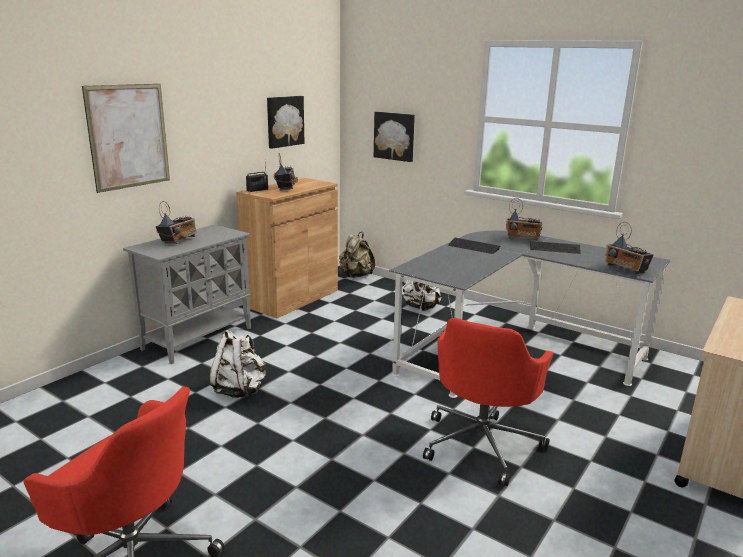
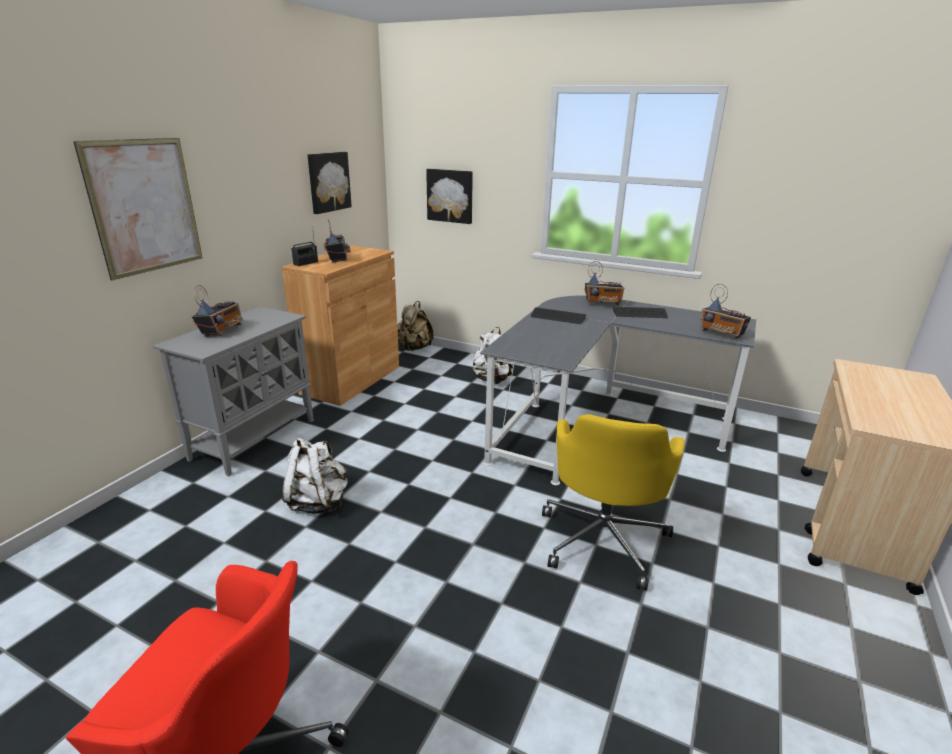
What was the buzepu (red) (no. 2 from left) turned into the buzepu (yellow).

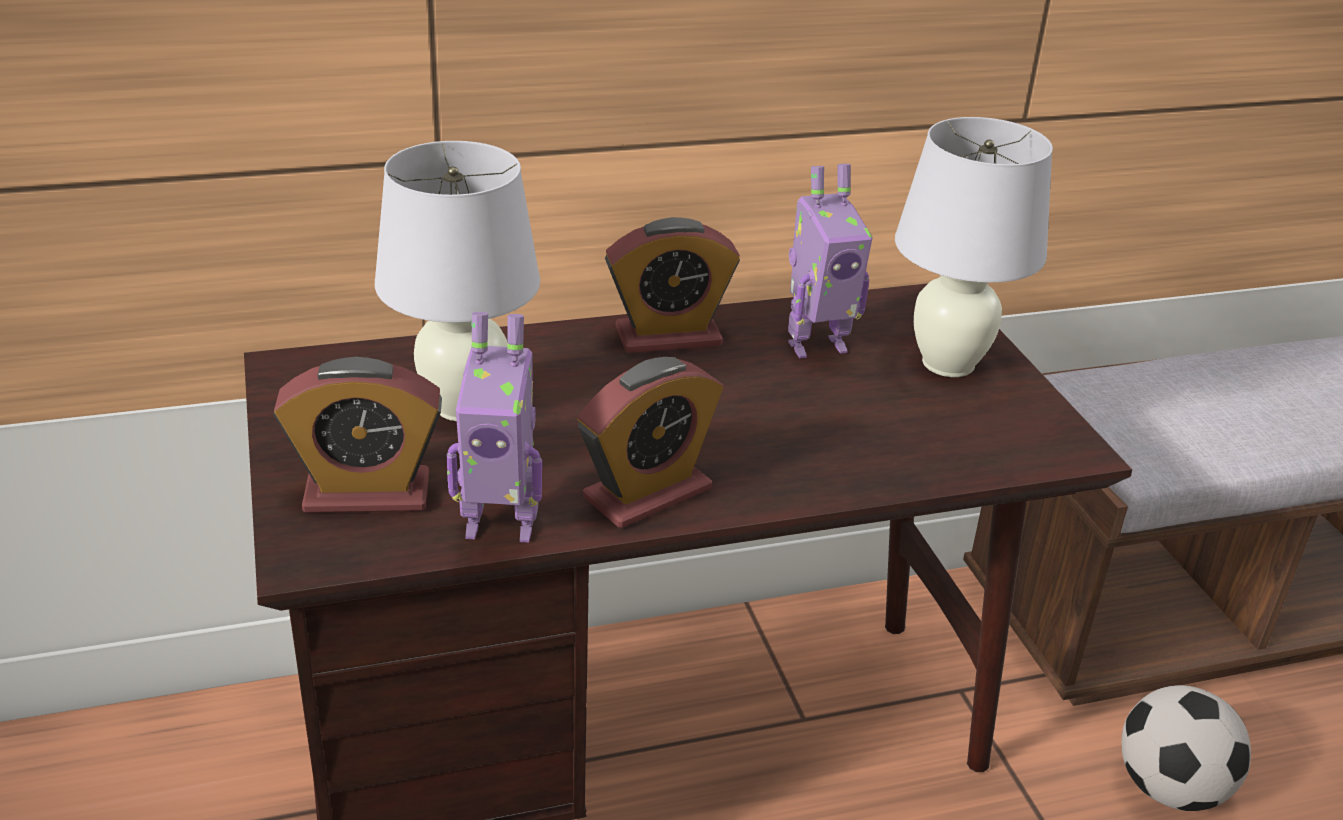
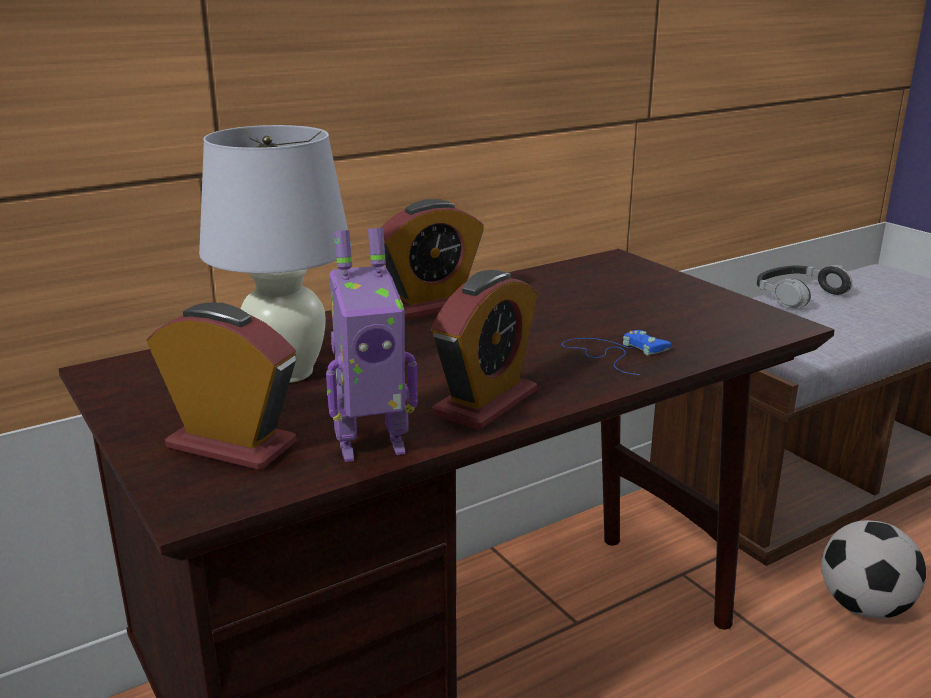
The second view lost the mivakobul (no. 2 from left). The second view lost the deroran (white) (no. 2 from left). The second view gained the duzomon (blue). The second view gained the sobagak. The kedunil (no. 1 from left) ended up facing another way, 135 degrees counterclockwise from before.

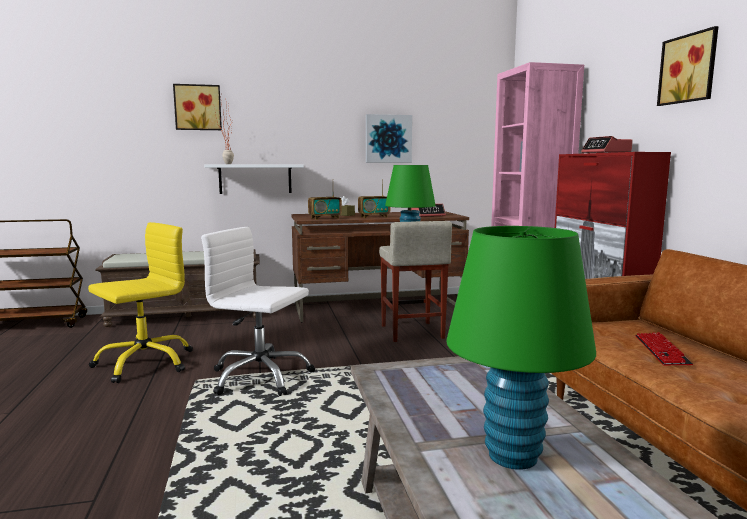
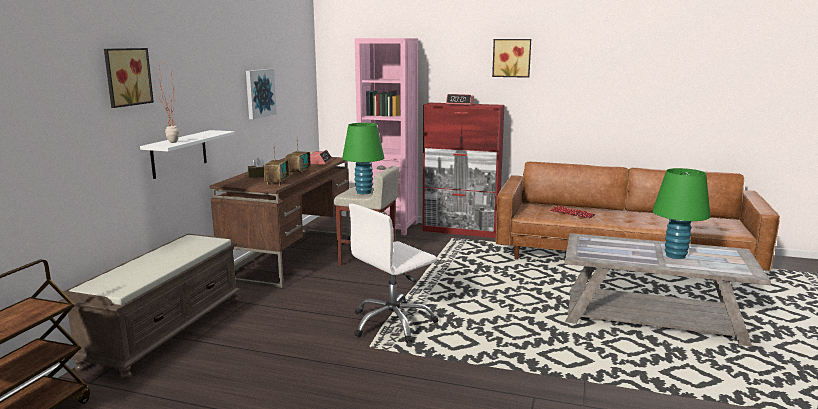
The second view lost the buzepu (yellow).

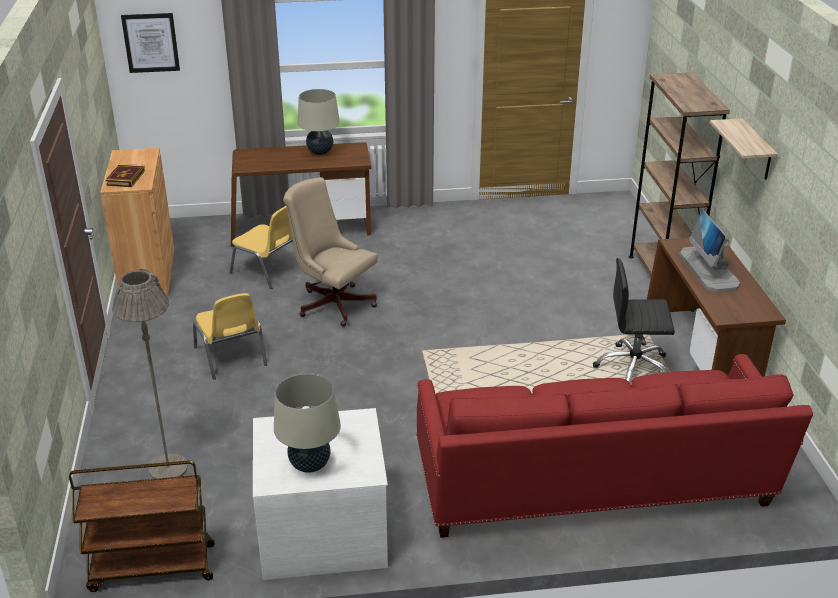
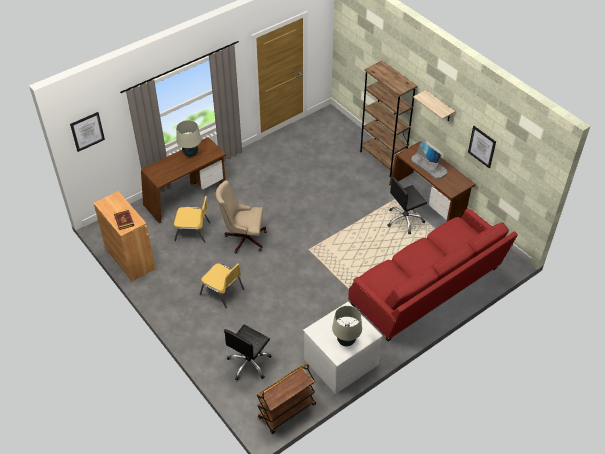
The second view gained the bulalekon (no. 2 from left). Where the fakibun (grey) stood, the buzepu (black) (no. 1 from left) came to stand.

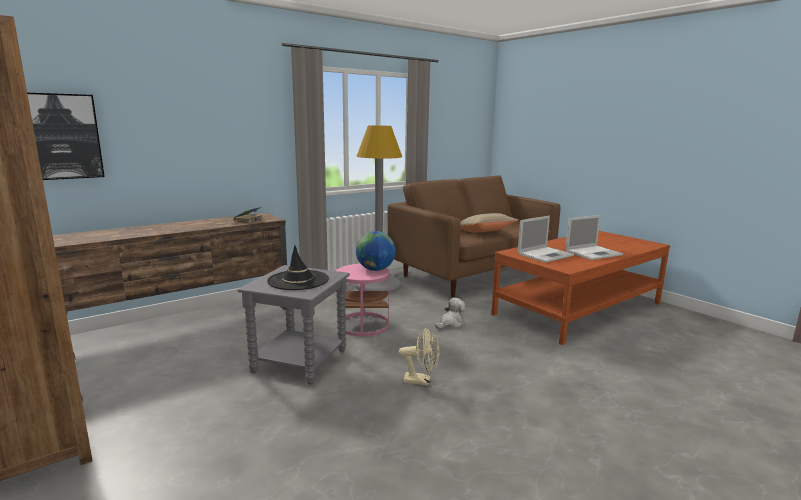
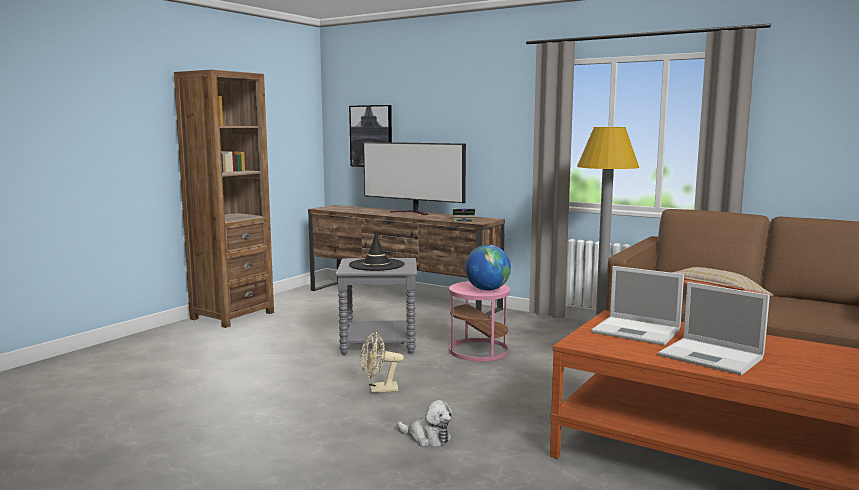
The second view gained the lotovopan. The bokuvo ended up elsewhere. The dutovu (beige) ended up facing another way, 90 degrees clockwise from before.

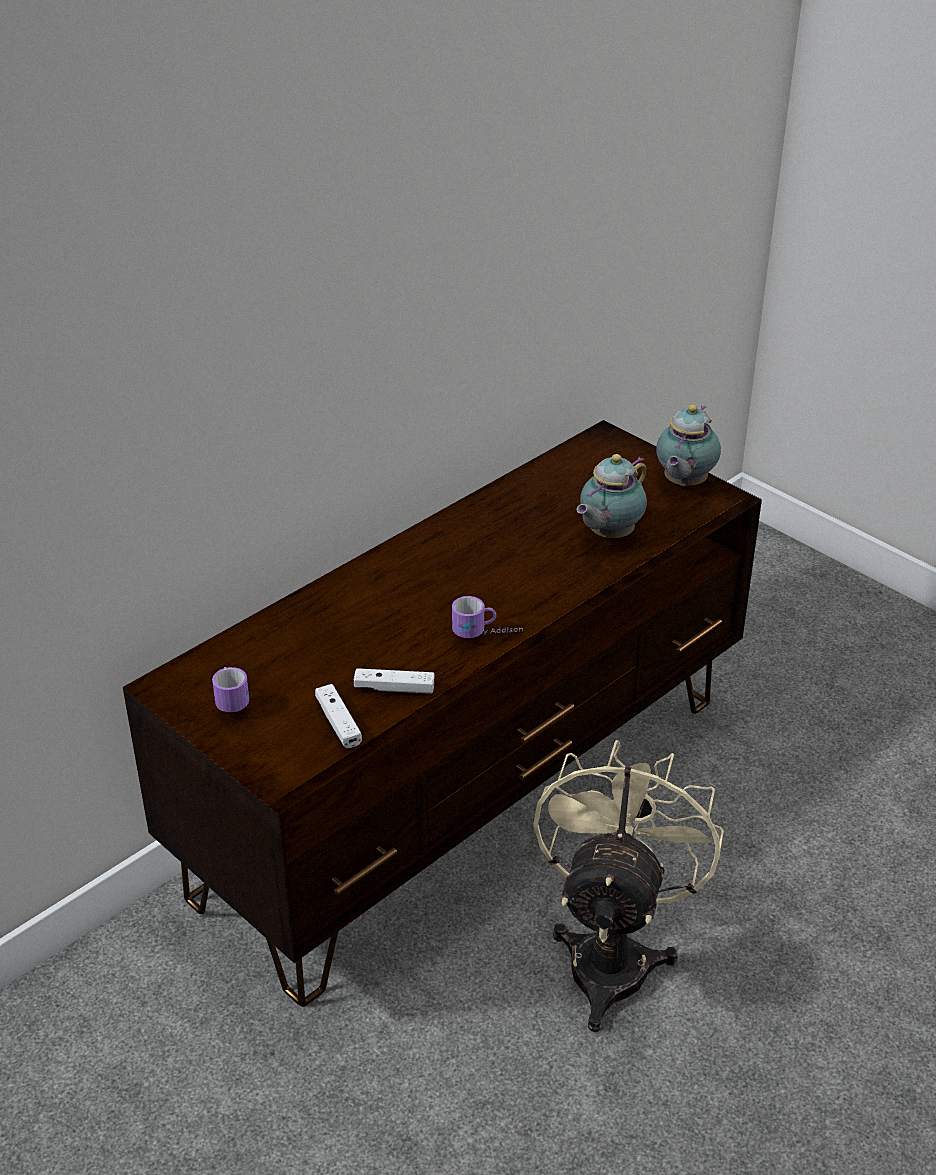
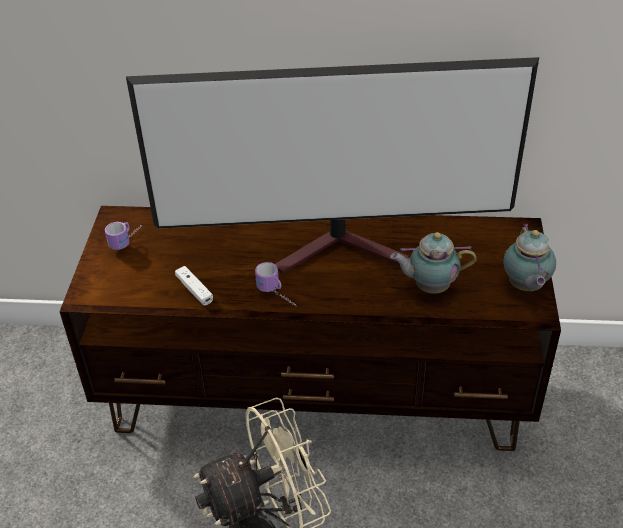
The second view lost the duzomon (white) (no. 1 from left). The second view gained the lotovopan. The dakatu (no. 2 from left) ended up facing another way, 75 degrees counterclockwise from before.

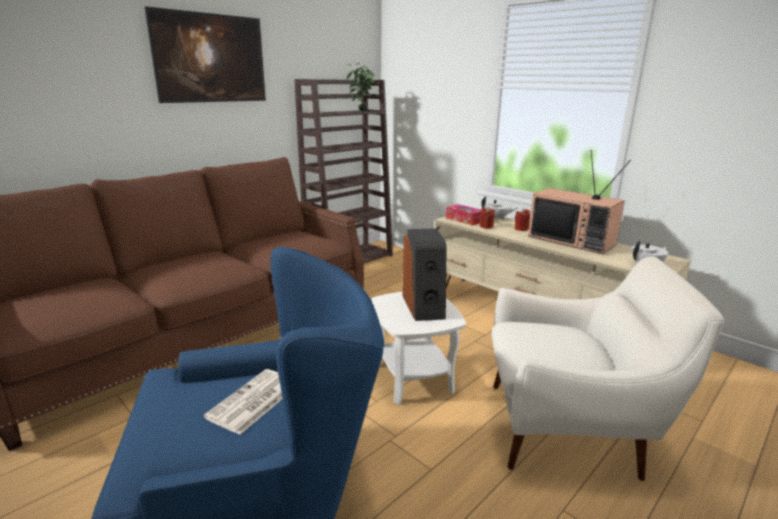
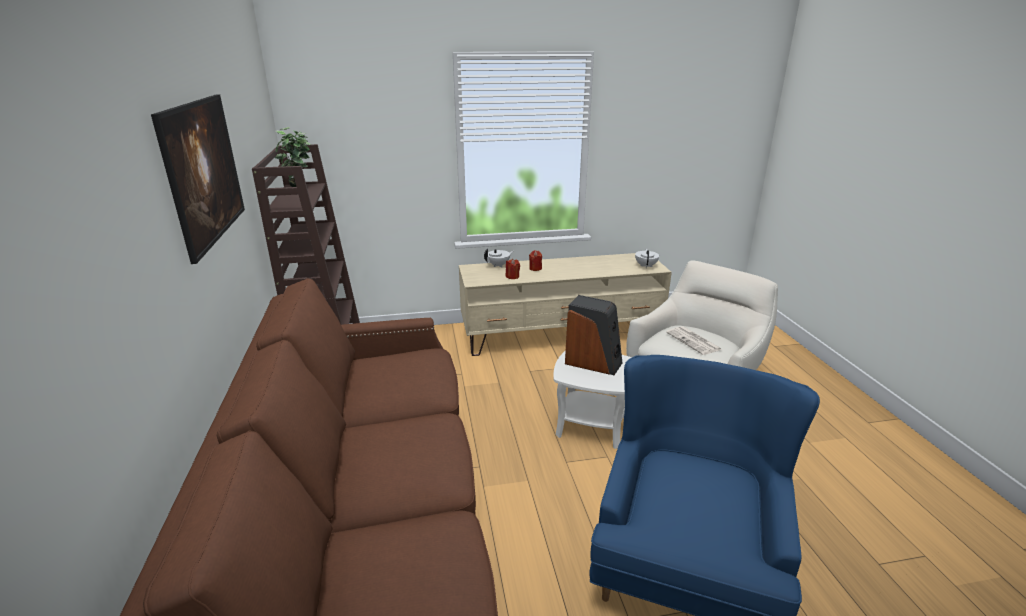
The second view lost the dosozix. The second view lost the lotovopan. The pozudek ended up elsewhere.

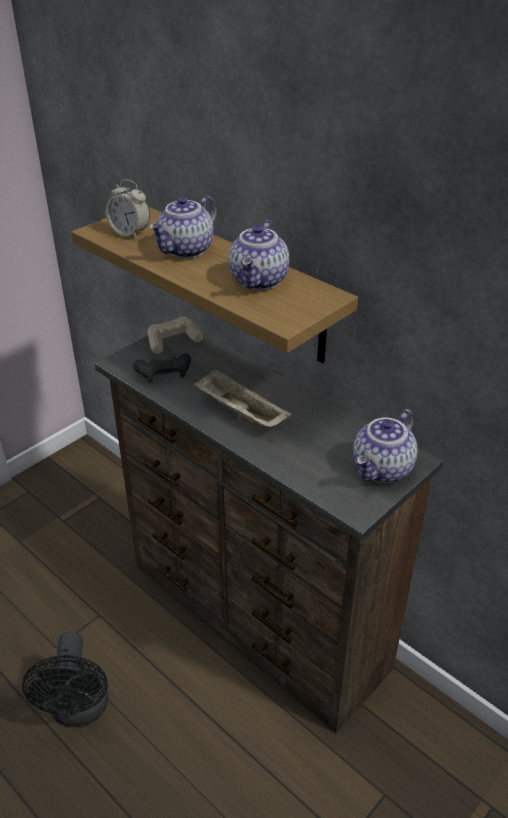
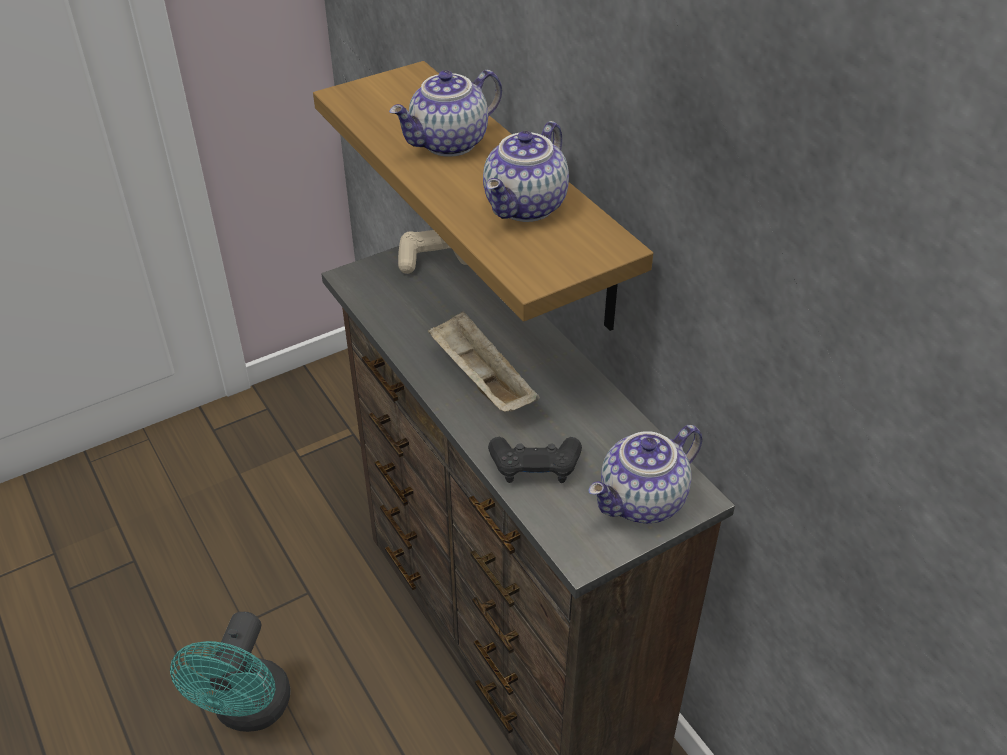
The second view lost the kedunil. The duzomon (black) ended up elsewhere. What was the dutovu (black) turned into the dutovu (turquoise).

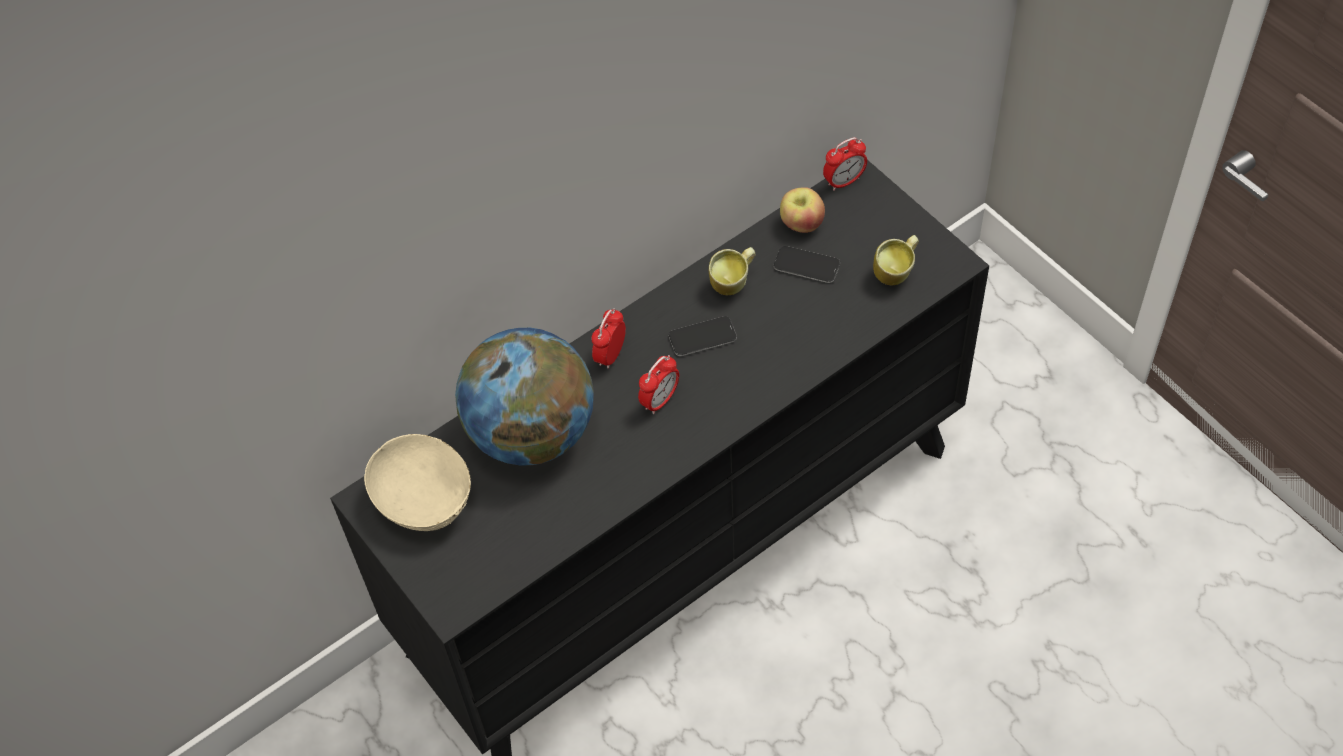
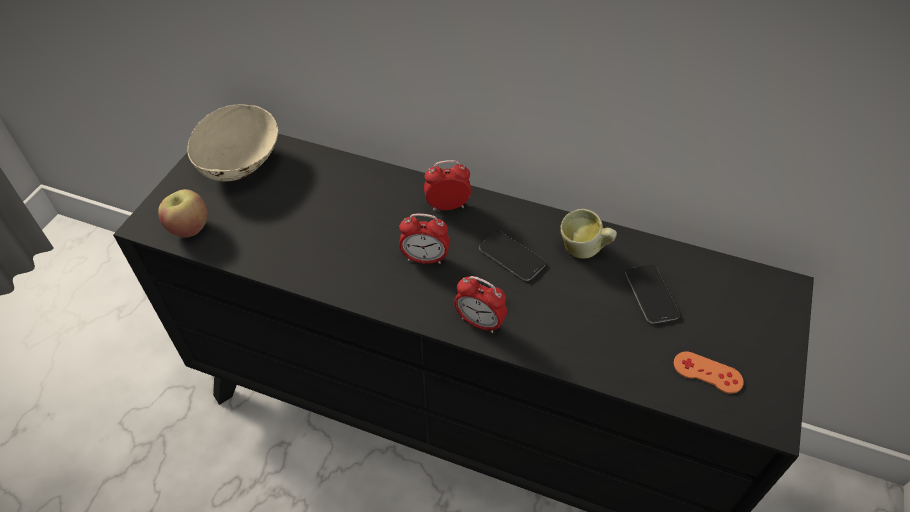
The second view lost the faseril. The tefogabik ended up elsewhere. The kedunil (no. 3 from left) ended up elsewhere. Where the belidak (no. 2 from left) stood, the duzomon (orange) came to stand.

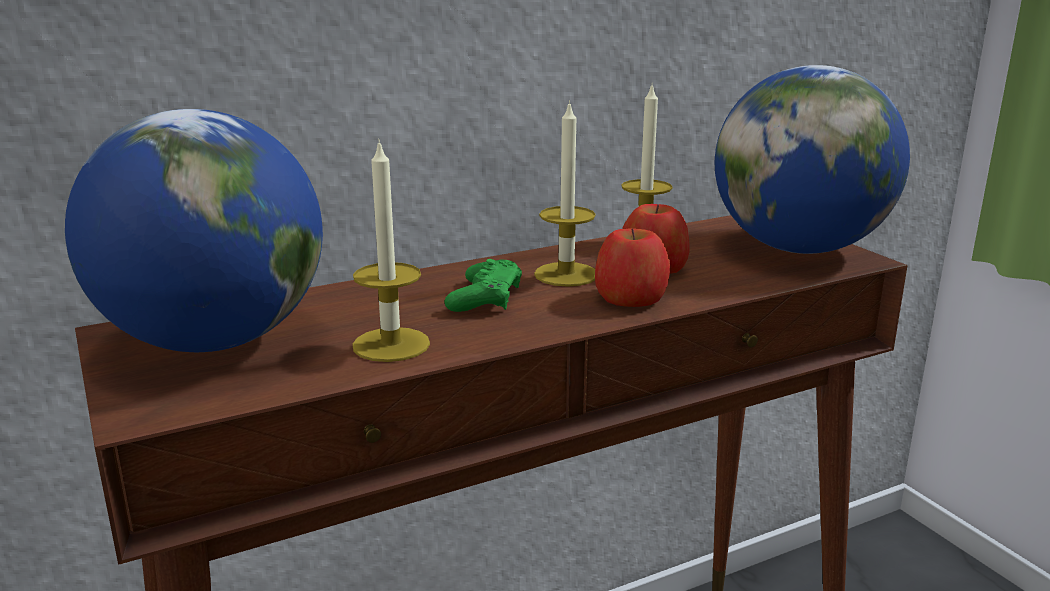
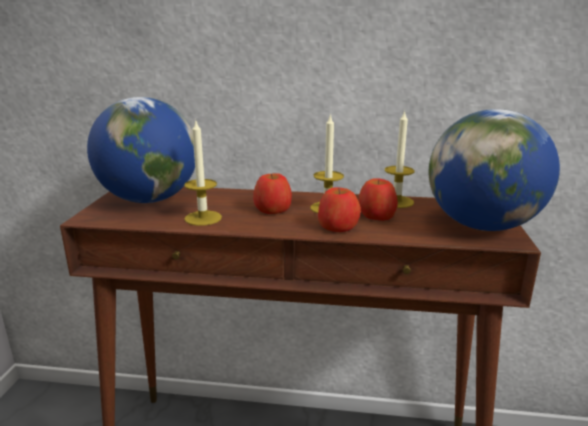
Where the duzomon (green) stood, the tefogabik (no. 1 from left) came to stand.

